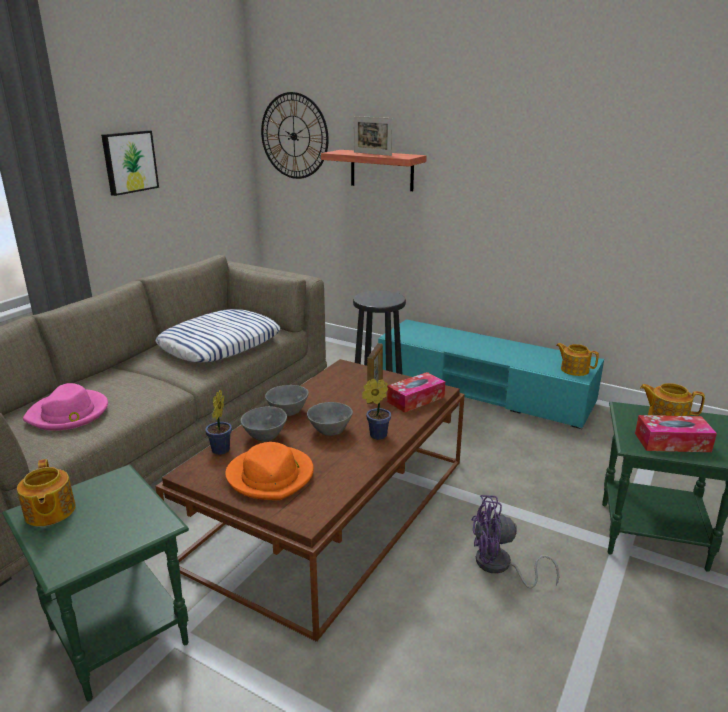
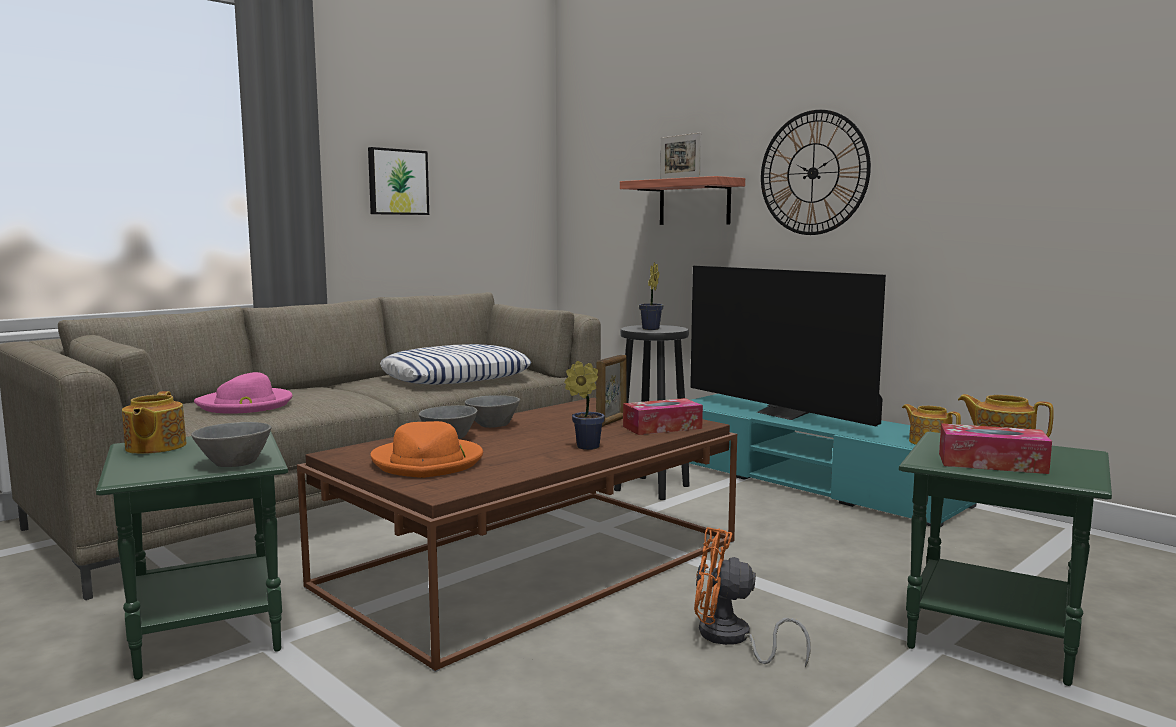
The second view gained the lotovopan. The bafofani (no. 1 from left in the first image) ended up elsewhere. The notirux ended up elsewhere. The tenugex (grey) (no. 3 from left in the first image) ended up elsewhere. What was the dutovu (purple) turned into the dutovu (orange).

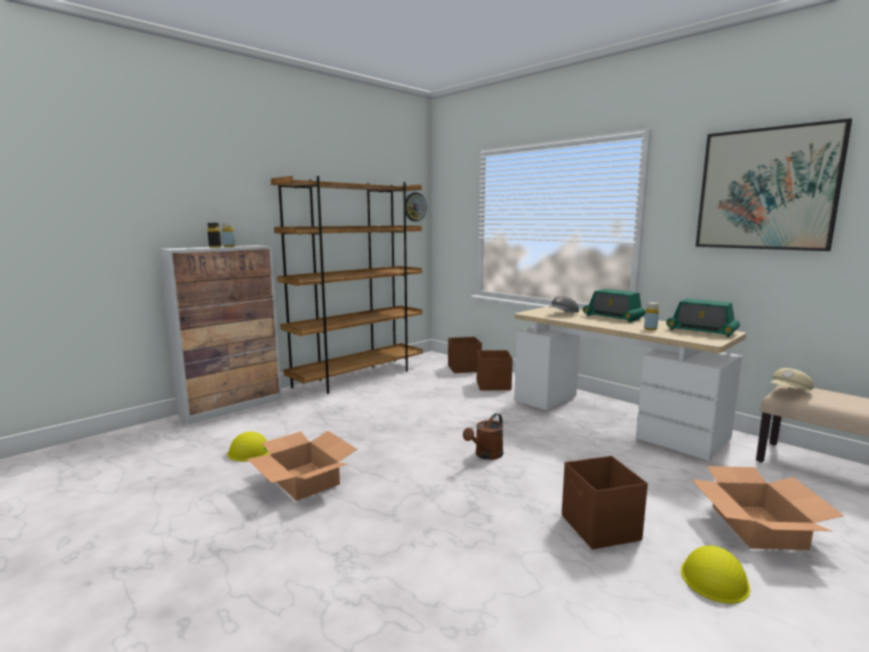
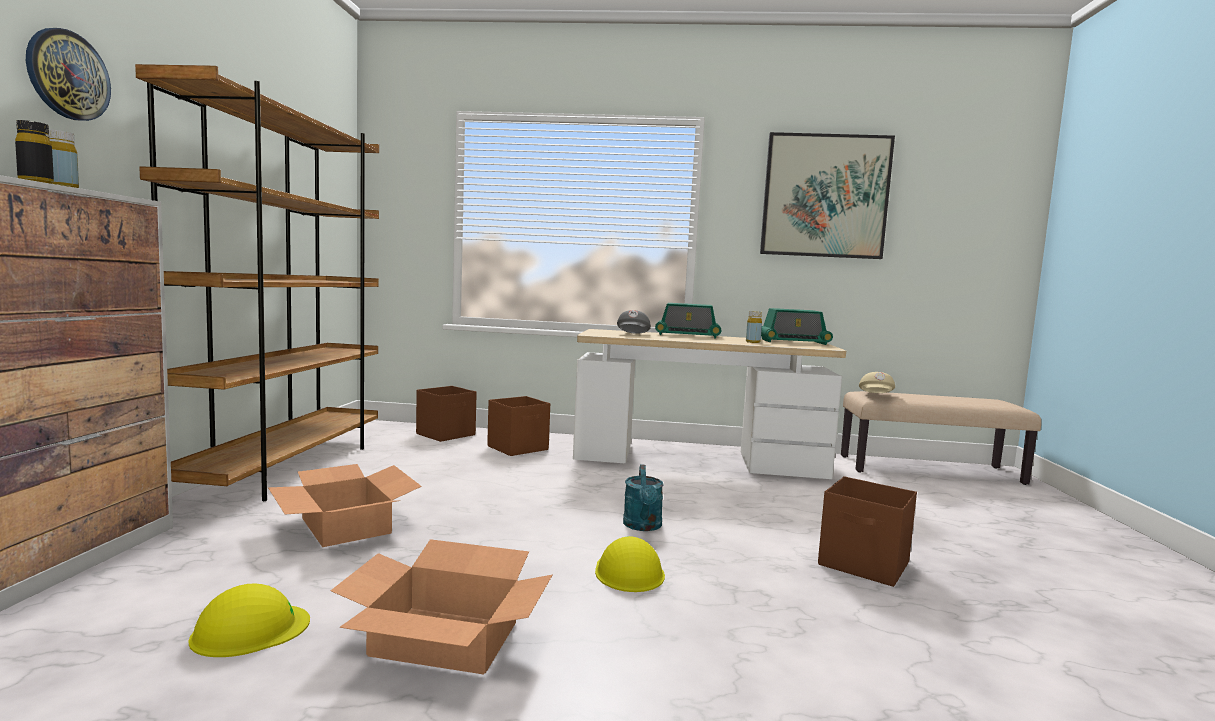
The notirux ended up elsewhere. The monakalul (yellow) (no. 2 from left) ended up elsewhere. The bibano (no. 2 from left in the first image) ended up elsewhere. What was the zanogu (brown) turned into the zanogu (turquoise).

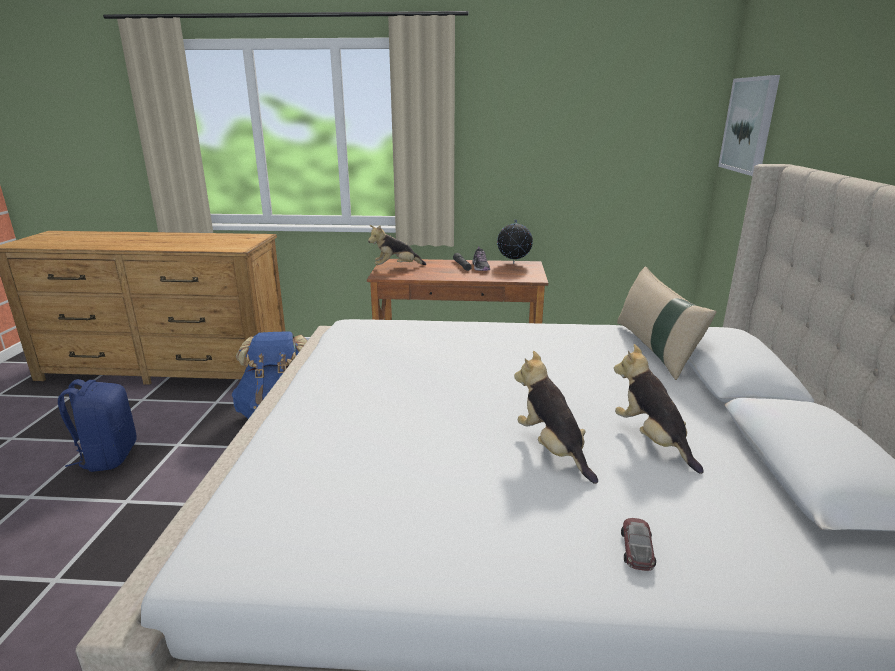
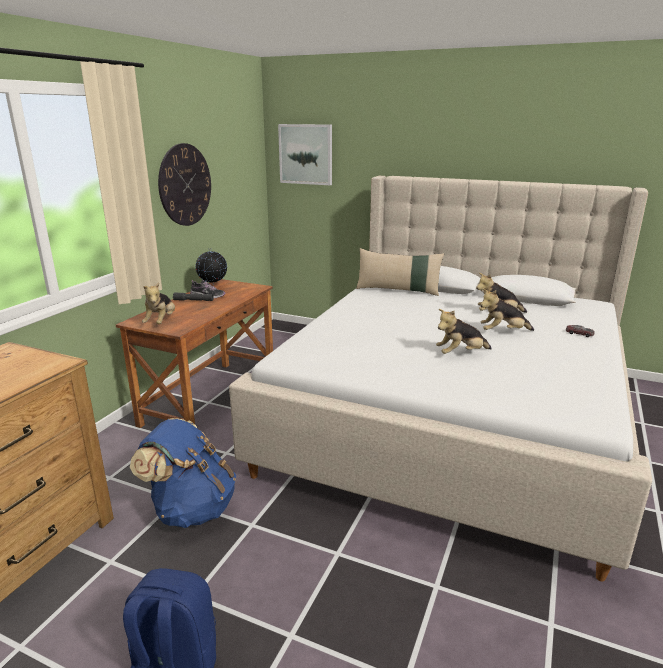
The second view gained the notirux. The second view gained the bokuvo (no. 2 from left).

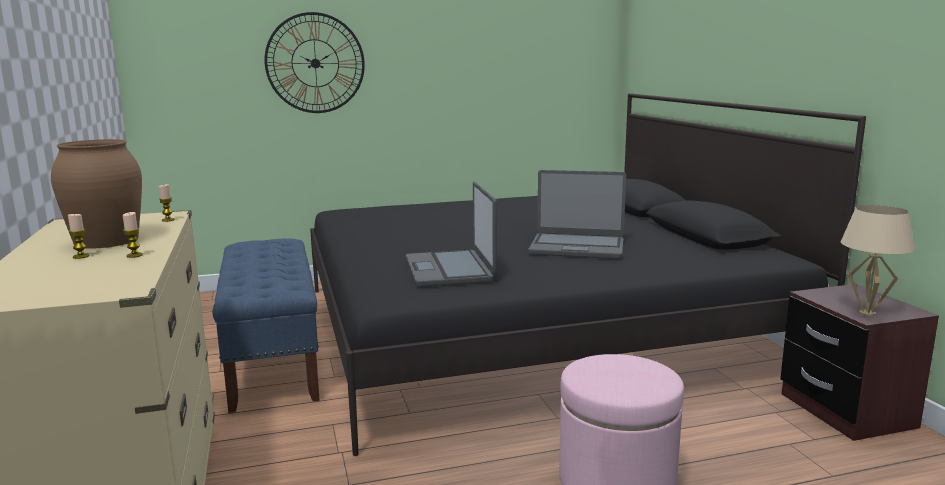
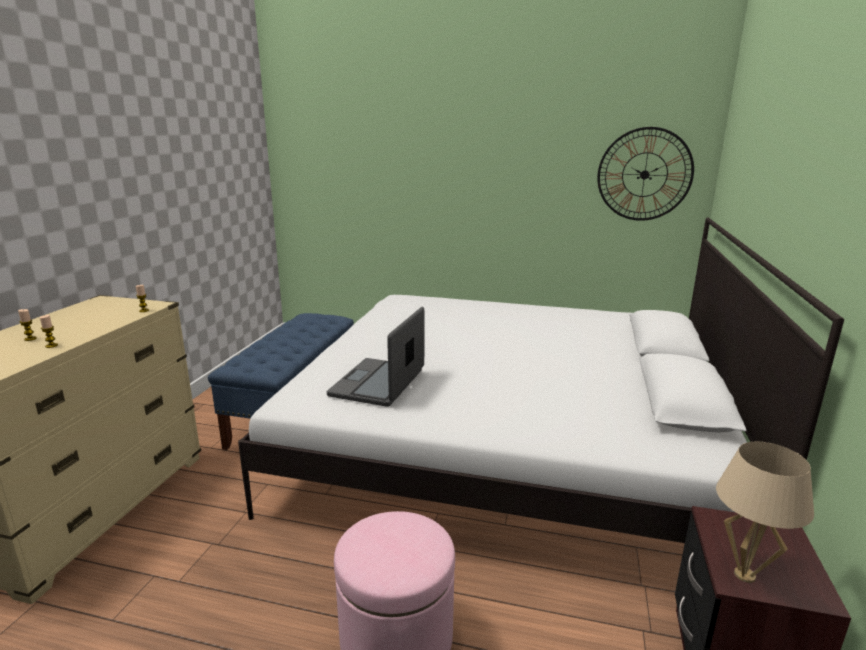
The second view lost the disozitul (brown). The second view lost the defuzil (no. 2 from left). The notirux ended up elsewhere. What was the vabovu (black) turned into the vabovu (white).

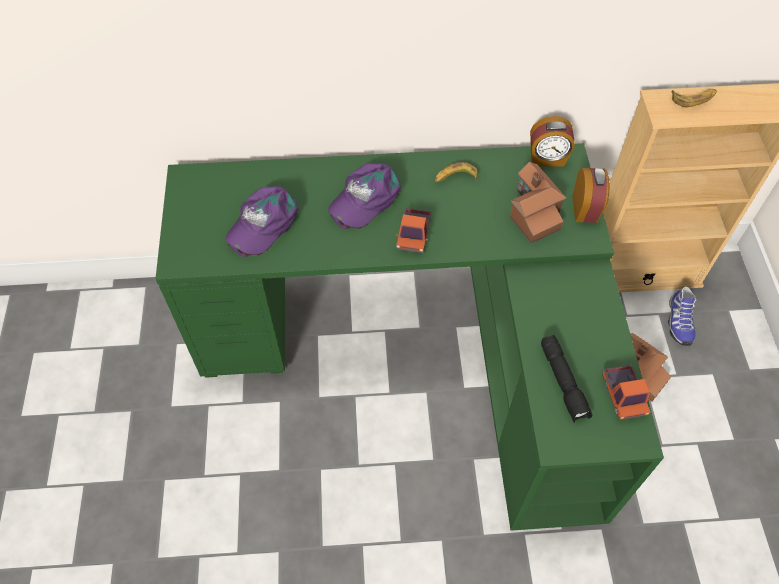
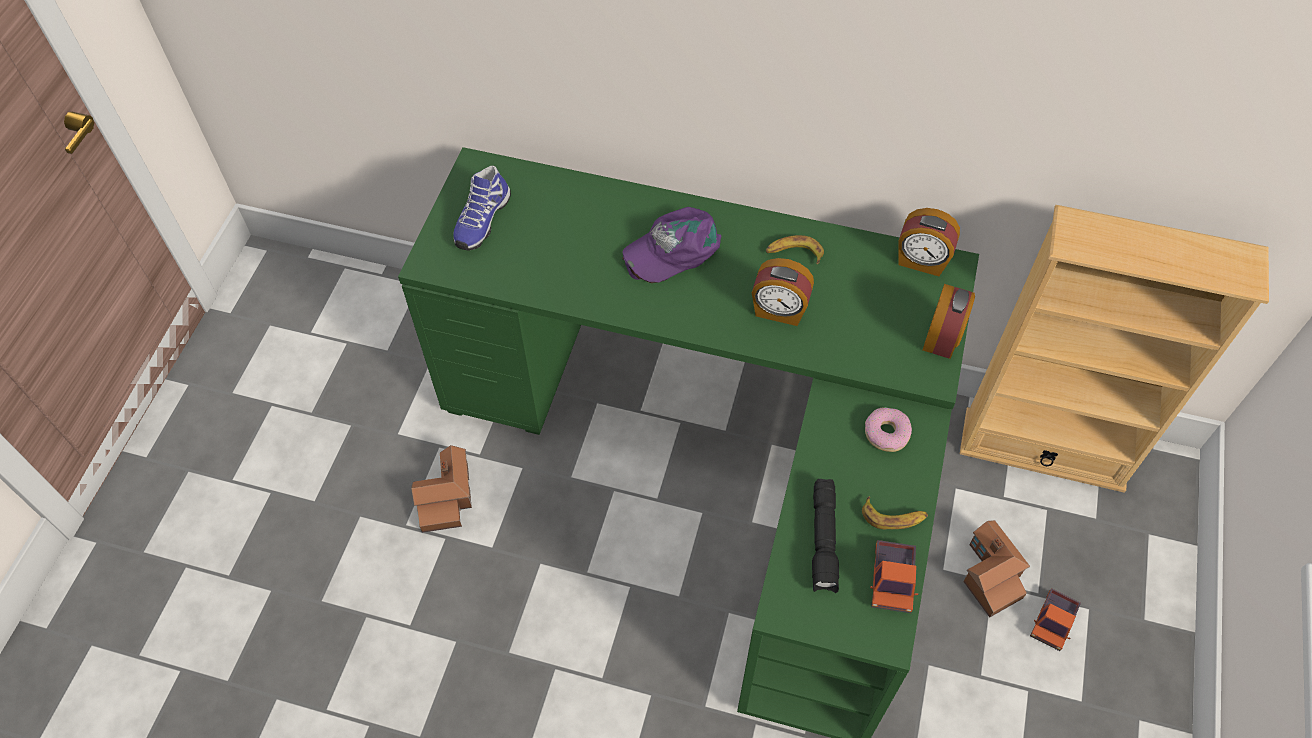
The second view lost the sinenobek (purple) (no. 1 from left). The second view gained the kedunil (no. 1 from left). The second view gained the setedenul. The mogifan (no. 1 from left in the first image) ended up elsewhere. The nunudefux (no. 1 from left) ended up elsewhere. The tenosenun ended up elsewhere. The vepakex (no. 2 from left) ended up elsewhere.

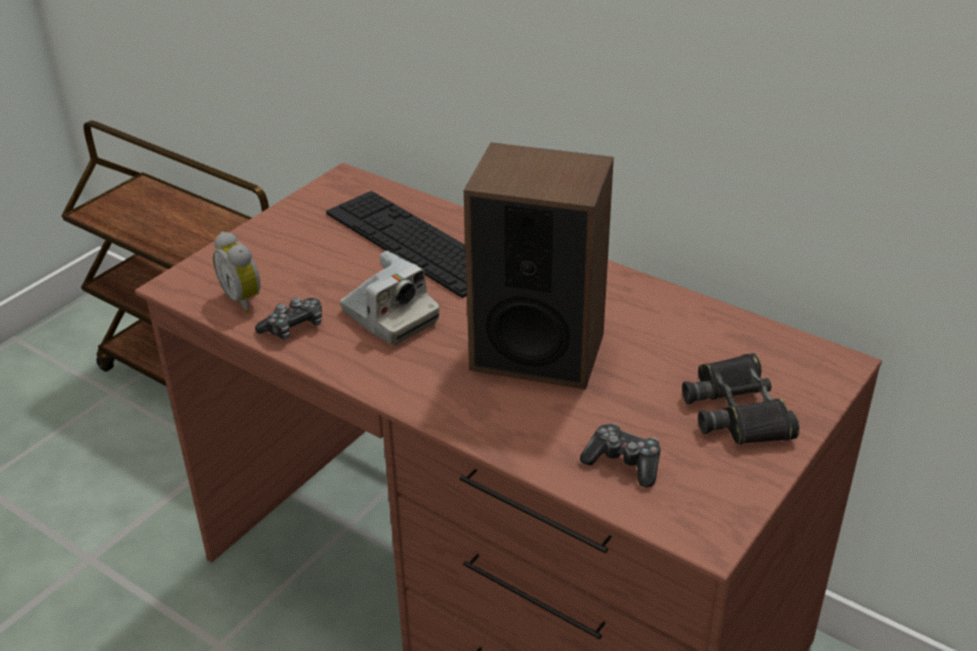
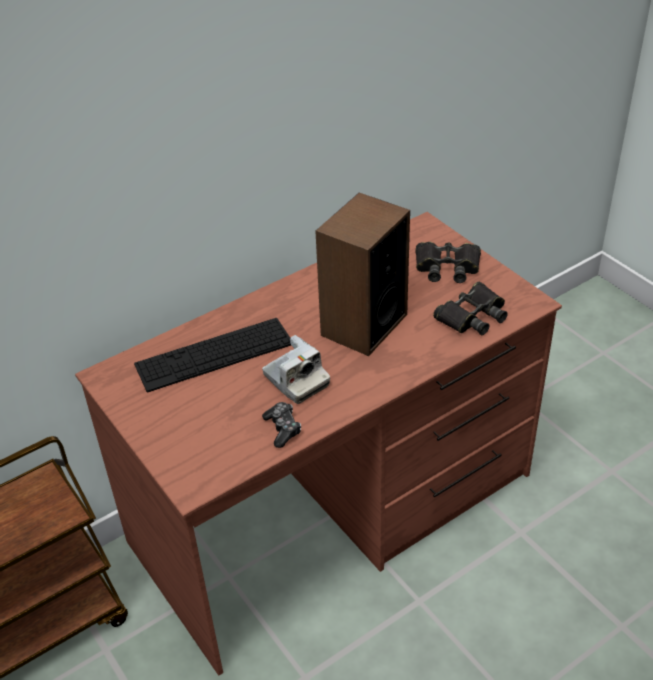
The second view lost the kedunil. Where the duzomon (no. 2 from left) stood, the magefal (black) (no. 2 from left) came to stand. The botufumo ended up facing another way, 75 degrees clockwise from before.

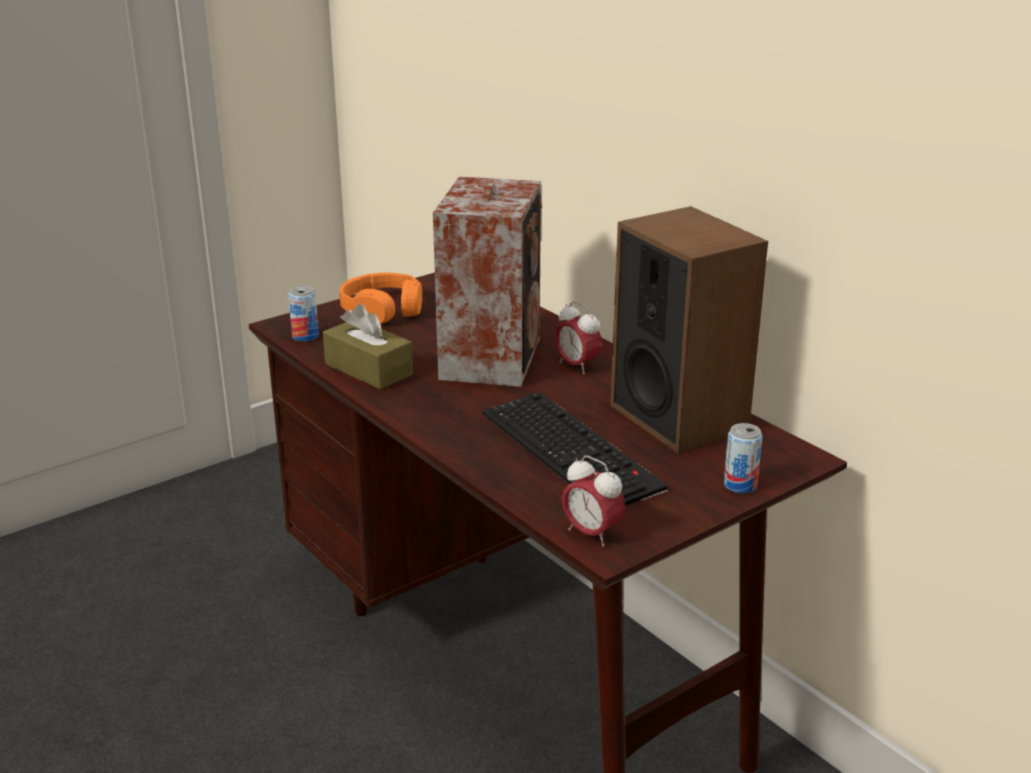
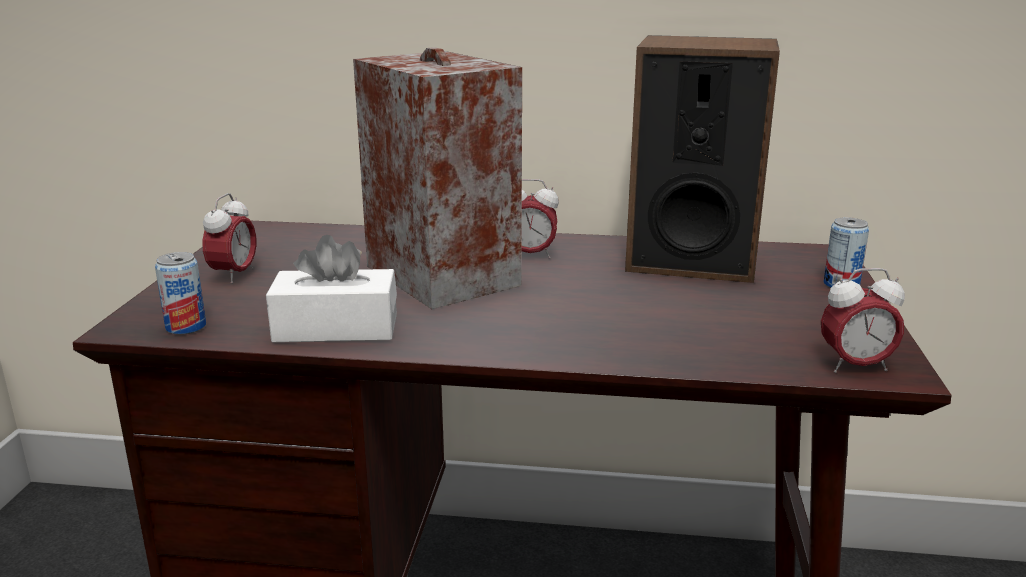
The second view lost the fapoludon. Where the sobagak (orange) stood, the kedunil (no. 1 from left) came to stand. What was the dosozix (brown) turned into the dosozix (white).

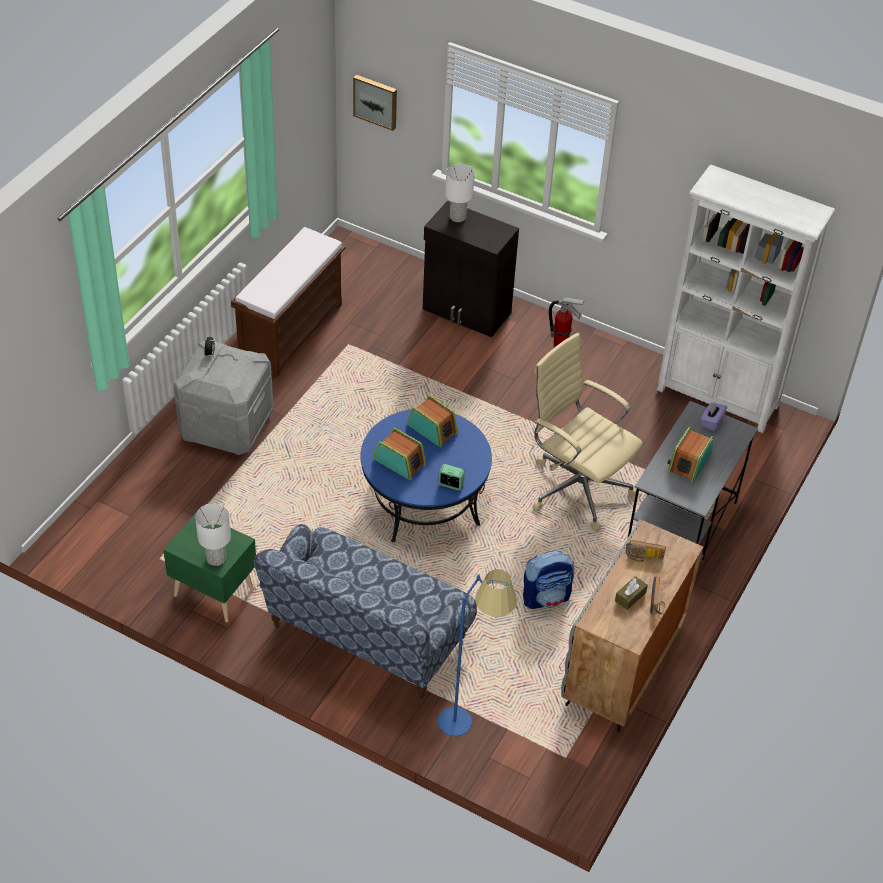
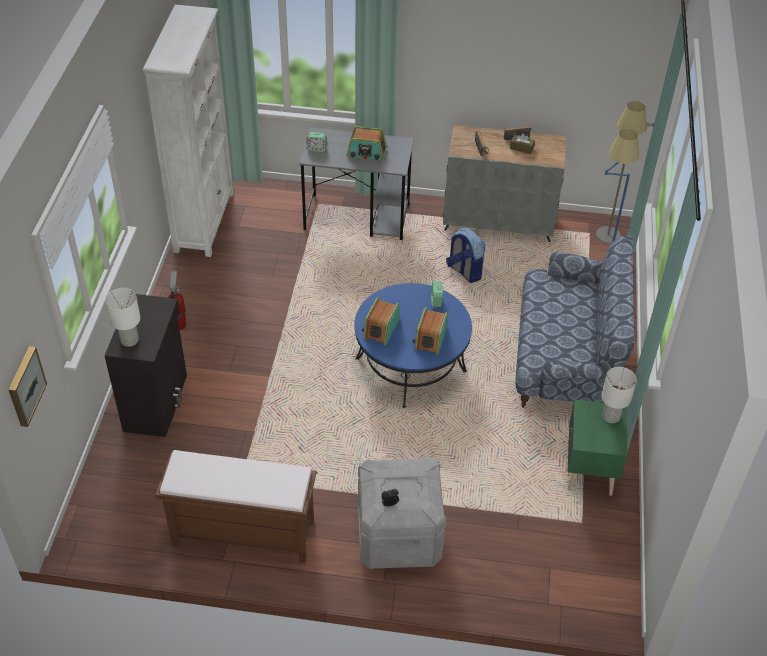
The second view lost the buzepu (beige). The second view gained the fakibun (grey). Where the dosozix (purple) stood, the kedunil (no. 1 from left) came to stand.

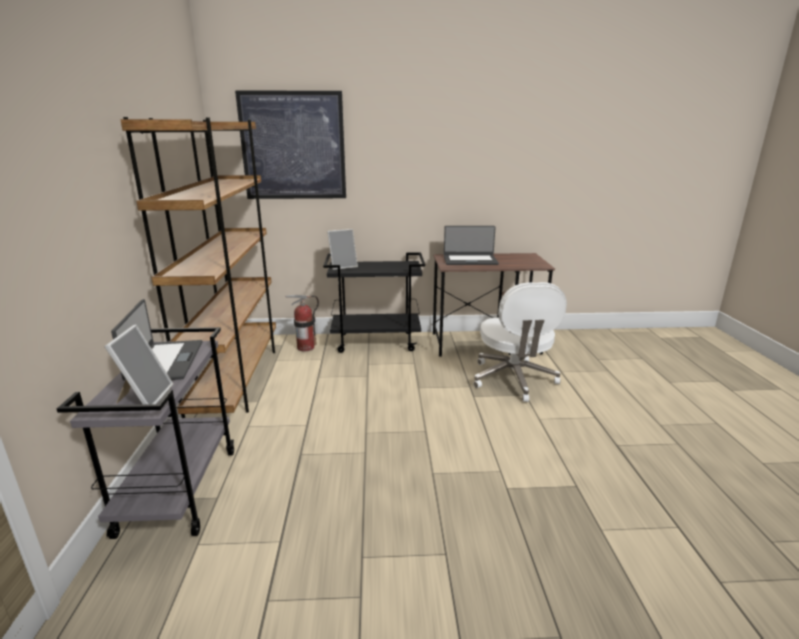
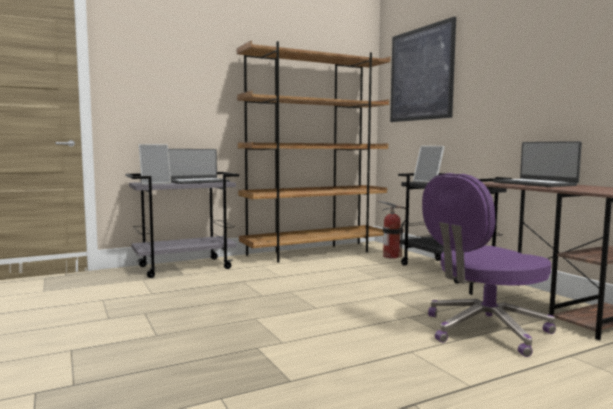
What was the buzepu (white) turned into the buzepu (purple).

